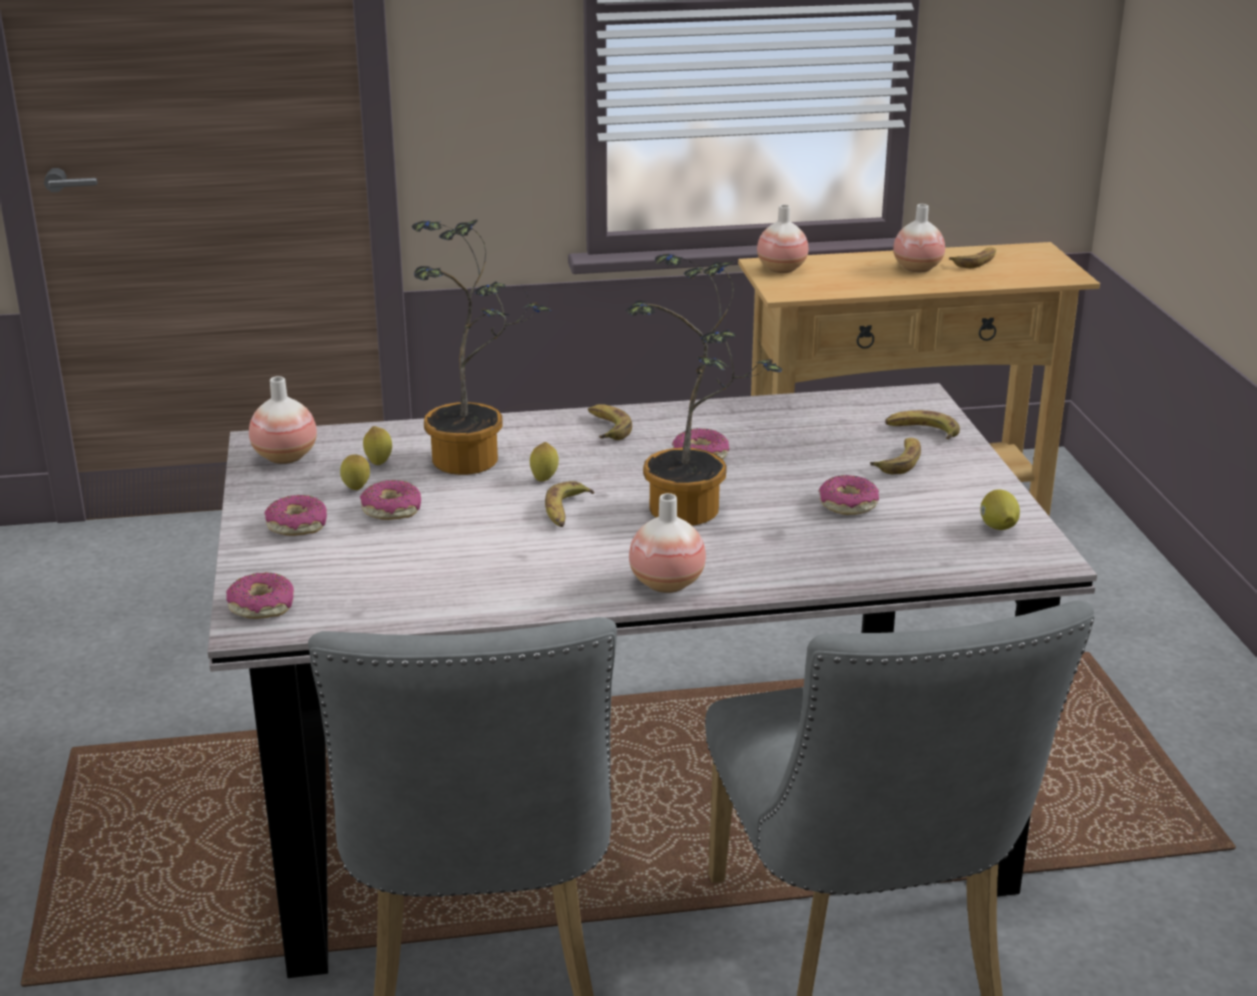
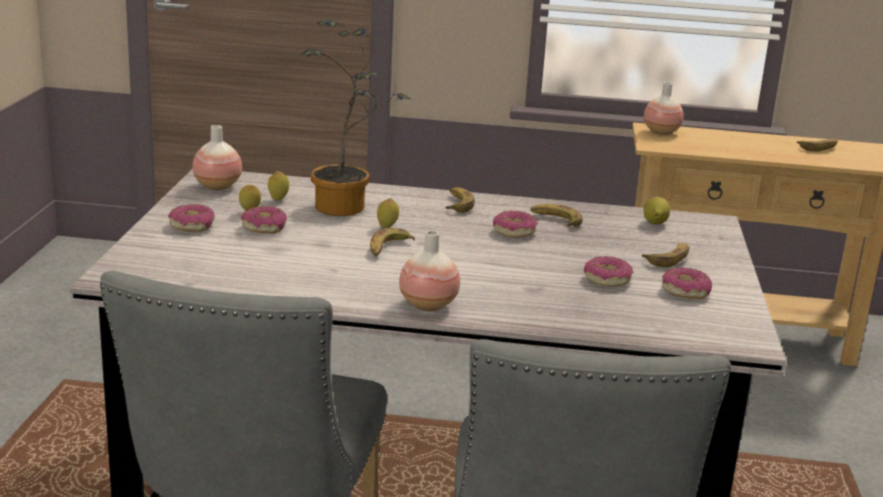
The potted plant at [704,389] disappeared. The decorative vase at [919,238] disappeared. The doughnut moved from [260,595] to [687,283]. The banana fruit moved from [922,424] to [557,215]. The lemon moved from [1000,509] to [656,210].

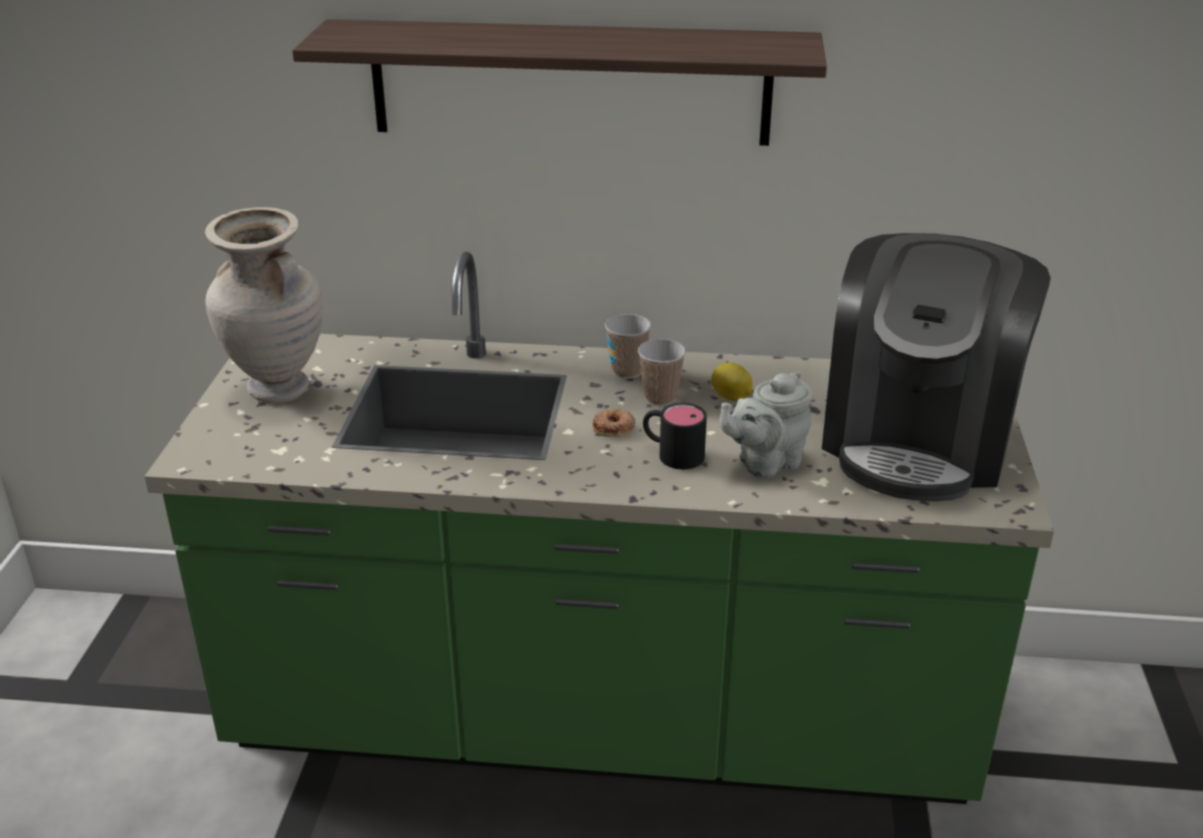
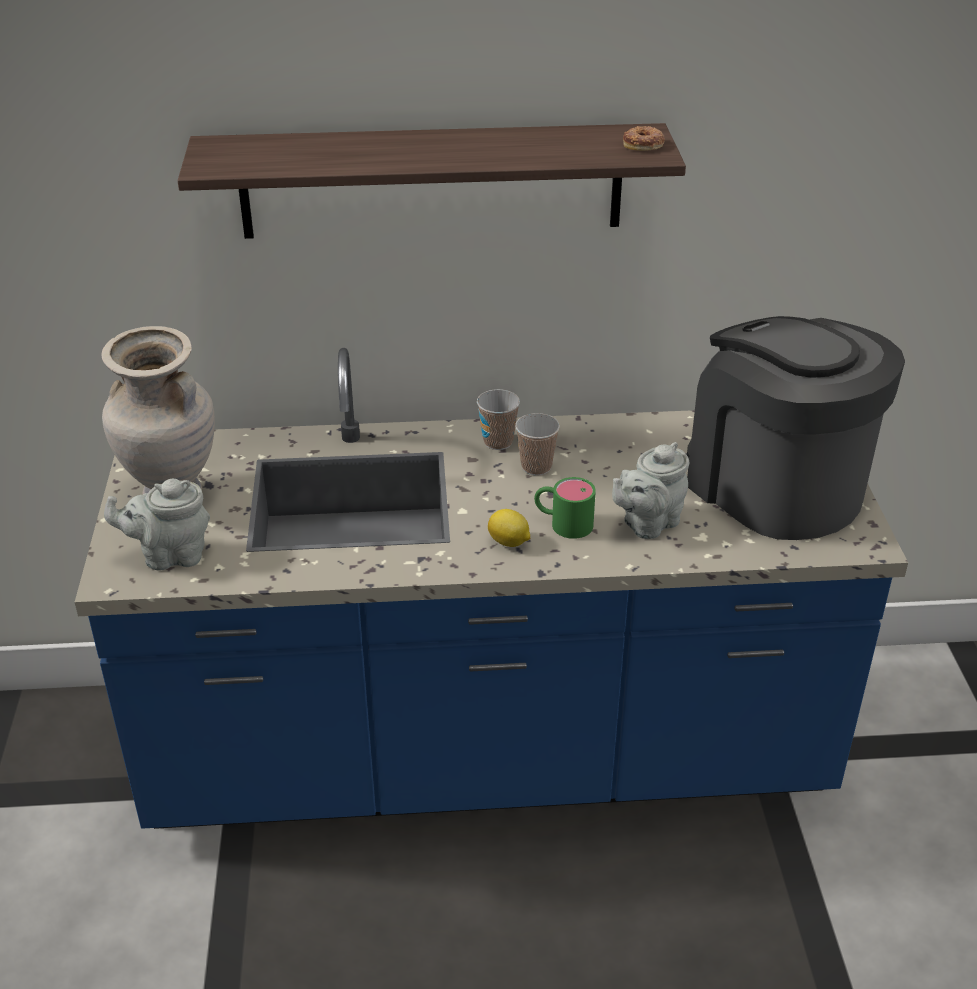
The grey tea pot at [157,525] appeared. The doughnut moved from [614,422] to [644,138]. The lemon moved from [732,381] to [509,528]. The green-coloured kitchen base unit at [599,528] became the blue-coloured kitchen base unit at [491,588]. The black-coloured tea mug at [675,436] became the green-coloured tea mug at [565,508]. The coffee maker at [936,367] turned 135 degrees clockwise.

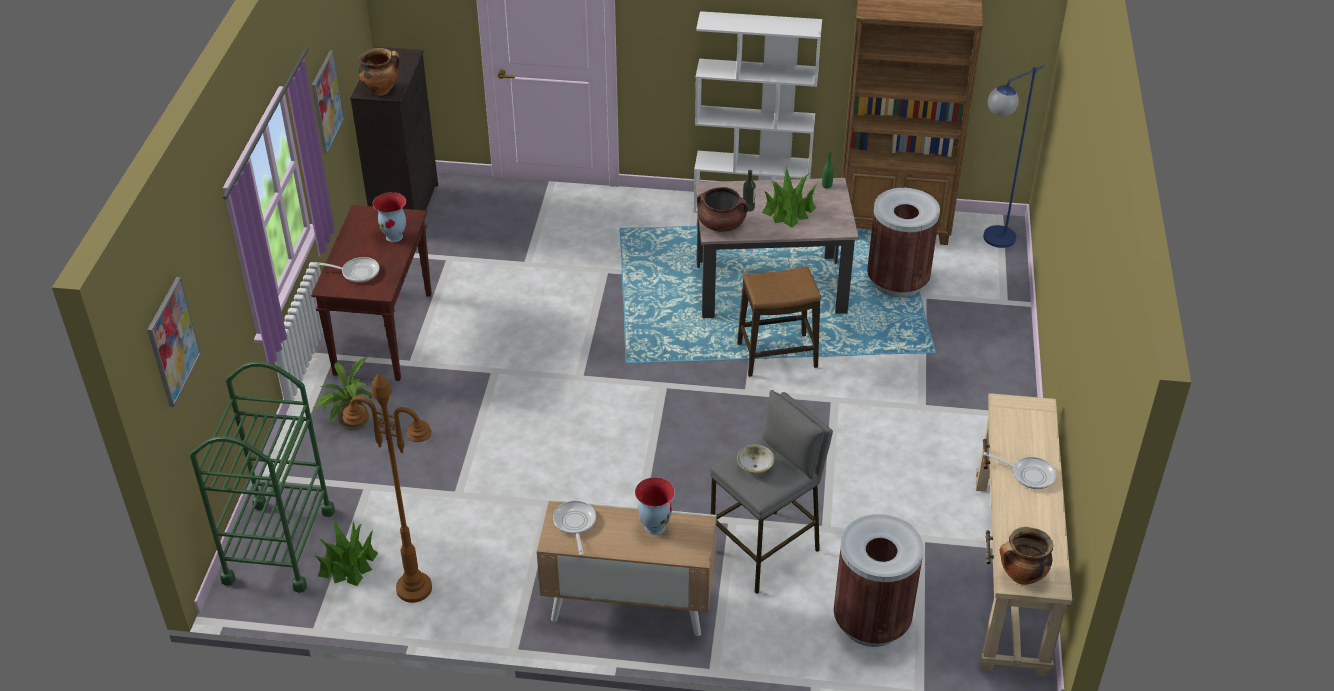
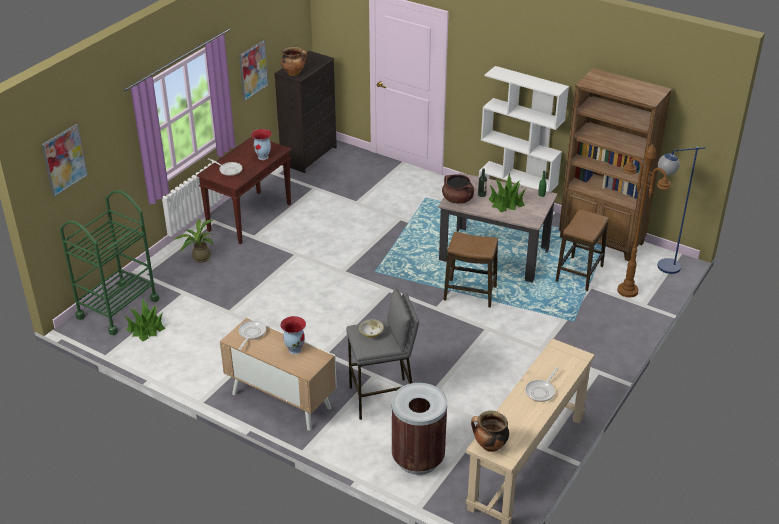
The brown standard lamp moved from [387,488] to [644,220]. The brown trash can at [903,242] was replaced by the stool at [582,250]. The pan at [1019,470] turned 75 degrees clockwise.

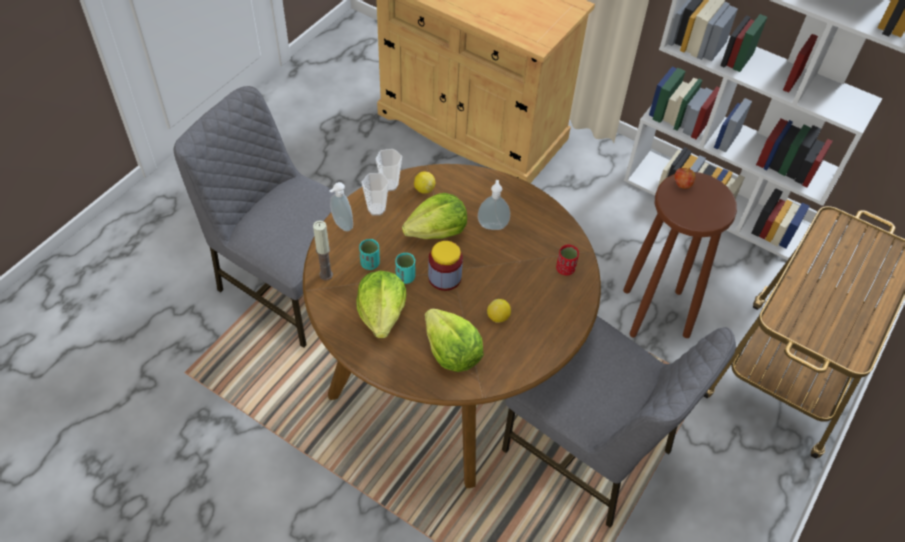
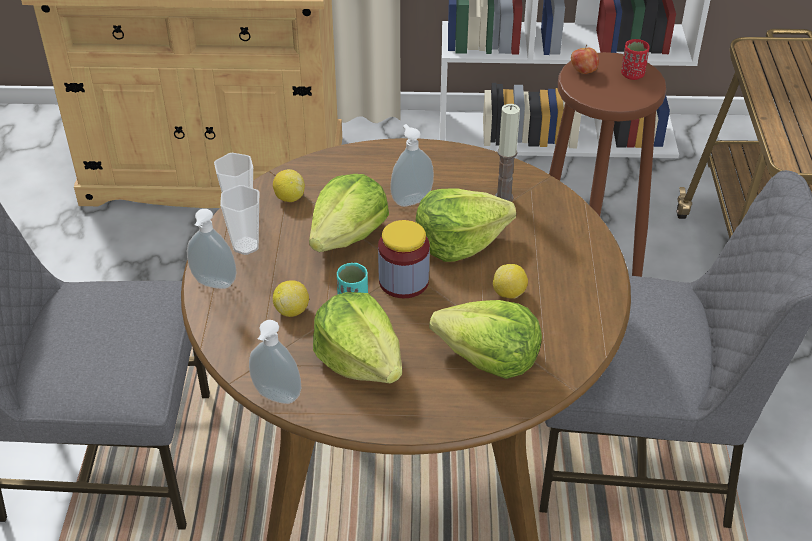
The liquid soap bottle at [275,362] appeared. The lettuce at [466,225] appeared. The candle moved from [323,250] to [507,153]. The red cup moved from [567,260] to [635,59]. The turquoise-coloured cup at [369,254] was replaced by the lemon at [291,298].

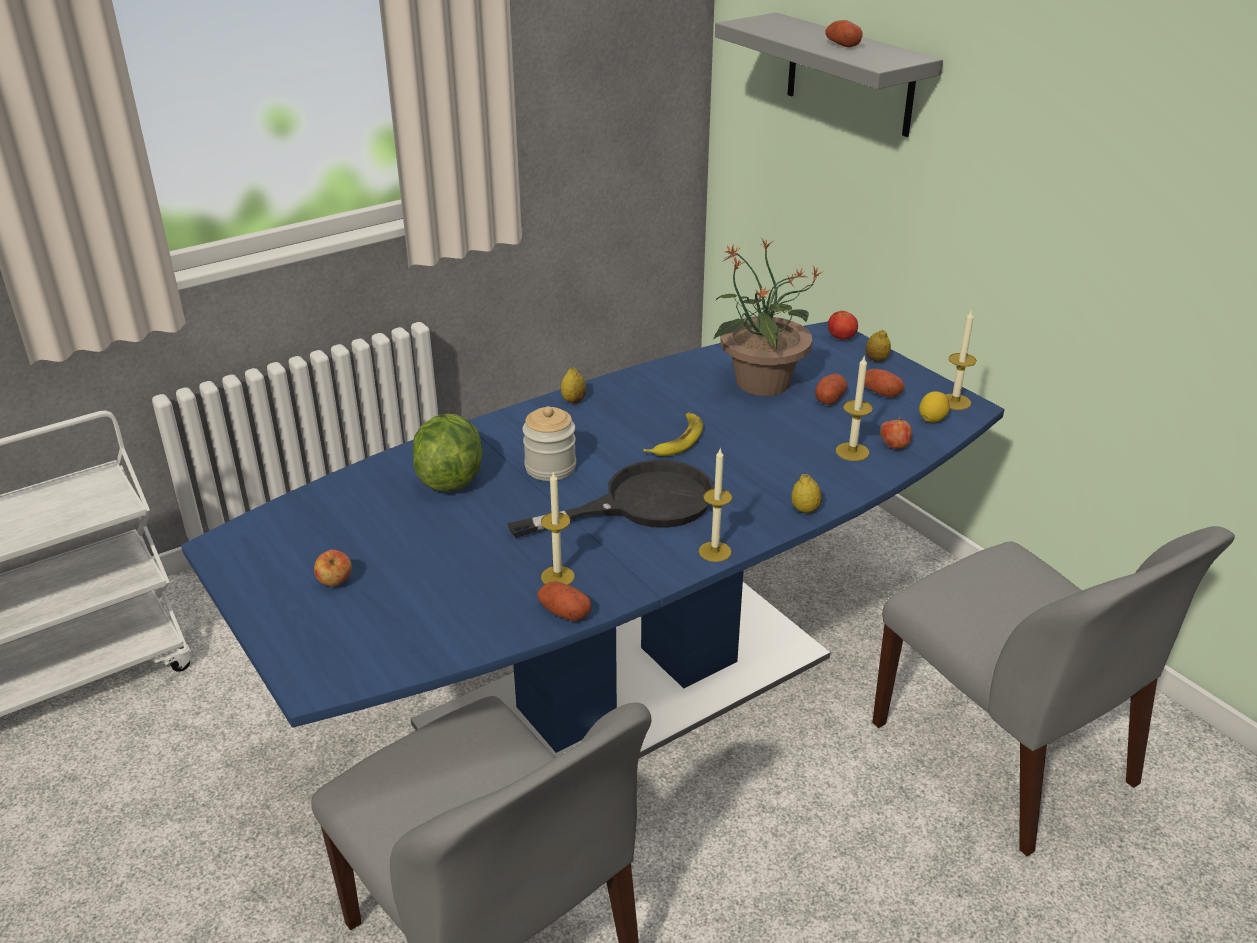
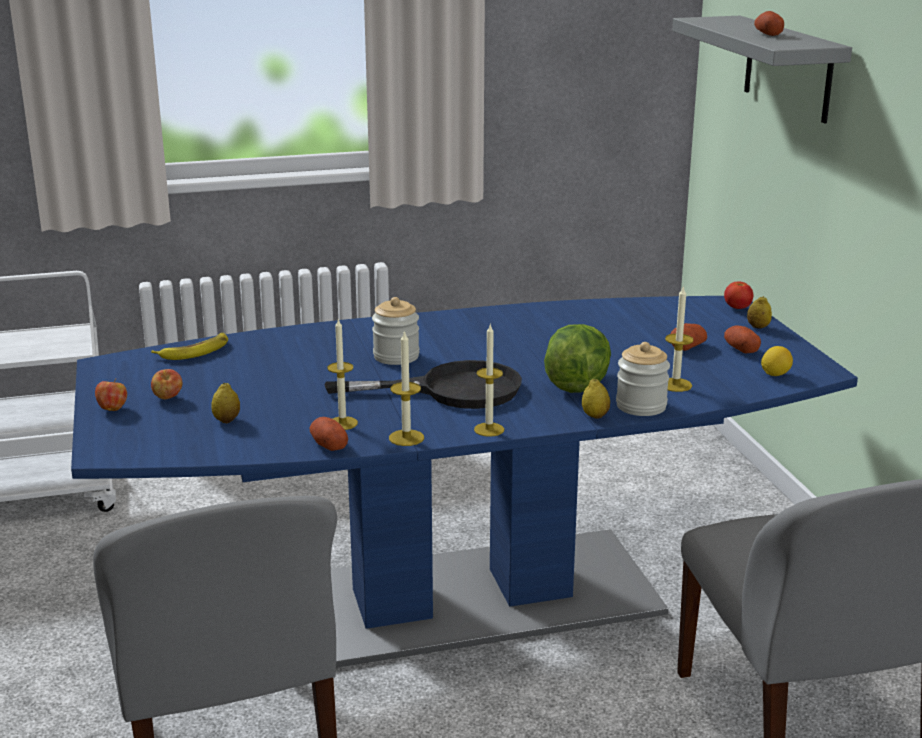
The potted plant at [768,316] disappeared. The storage jar at [643,379] appeared. The lettuce moved from [448,453] to [577,358]. The lemon moved from [573,386] to [225,403]. The banana fruit moved from [673,434] to [189,346]. The whole apple moved from [896,432] to [111,394]. The candle moved from [961,359] to [406,388].

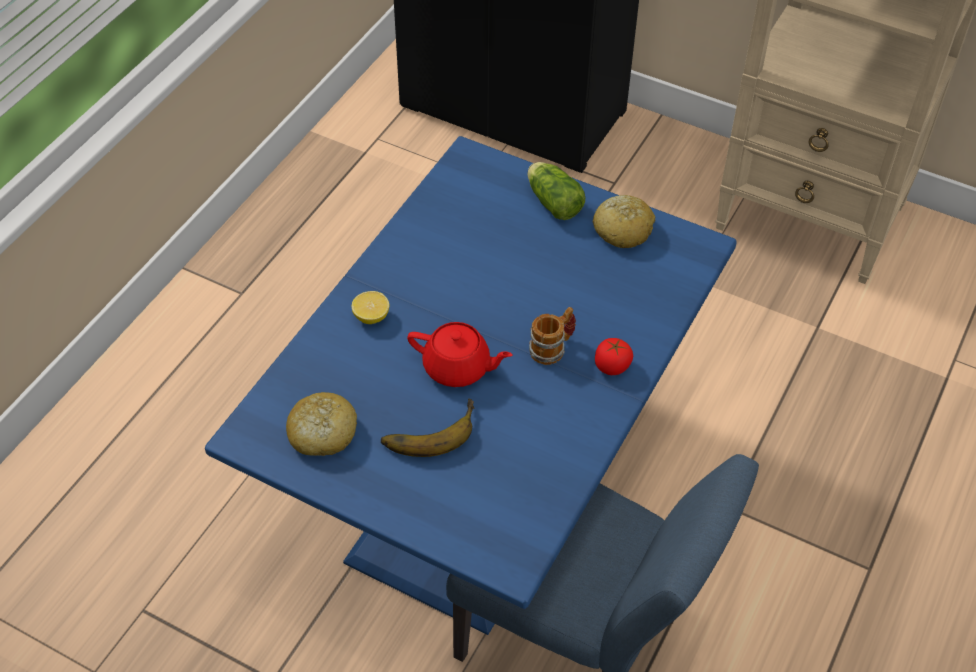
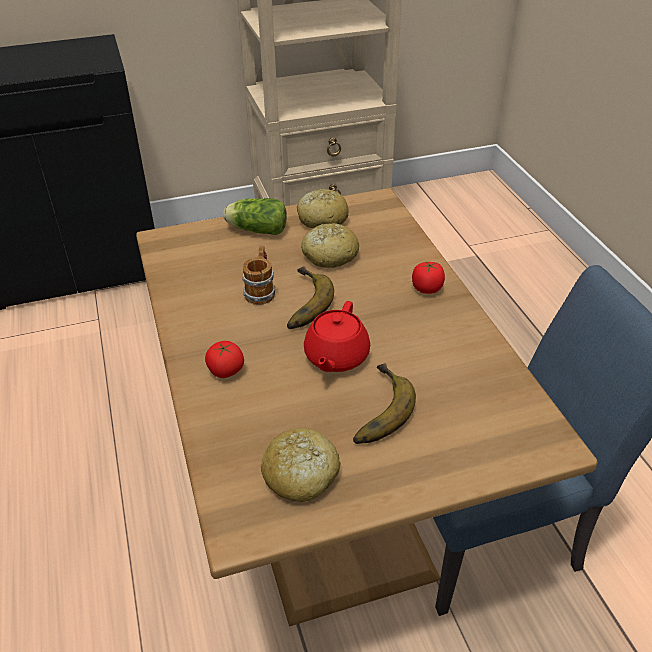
The banana fruit at [310,297] appeared. The baked bread at [330,245] appeared. The tea mug moved from [552,336] to [258,275]. The lemon at [370,307] was replaced by the whole tomato at [224,359]. The blue-coloured dining table at [471,385] became the brown dining table at [367,407]. The red tea pot at [459,354] turned 135 degrees clockwise.

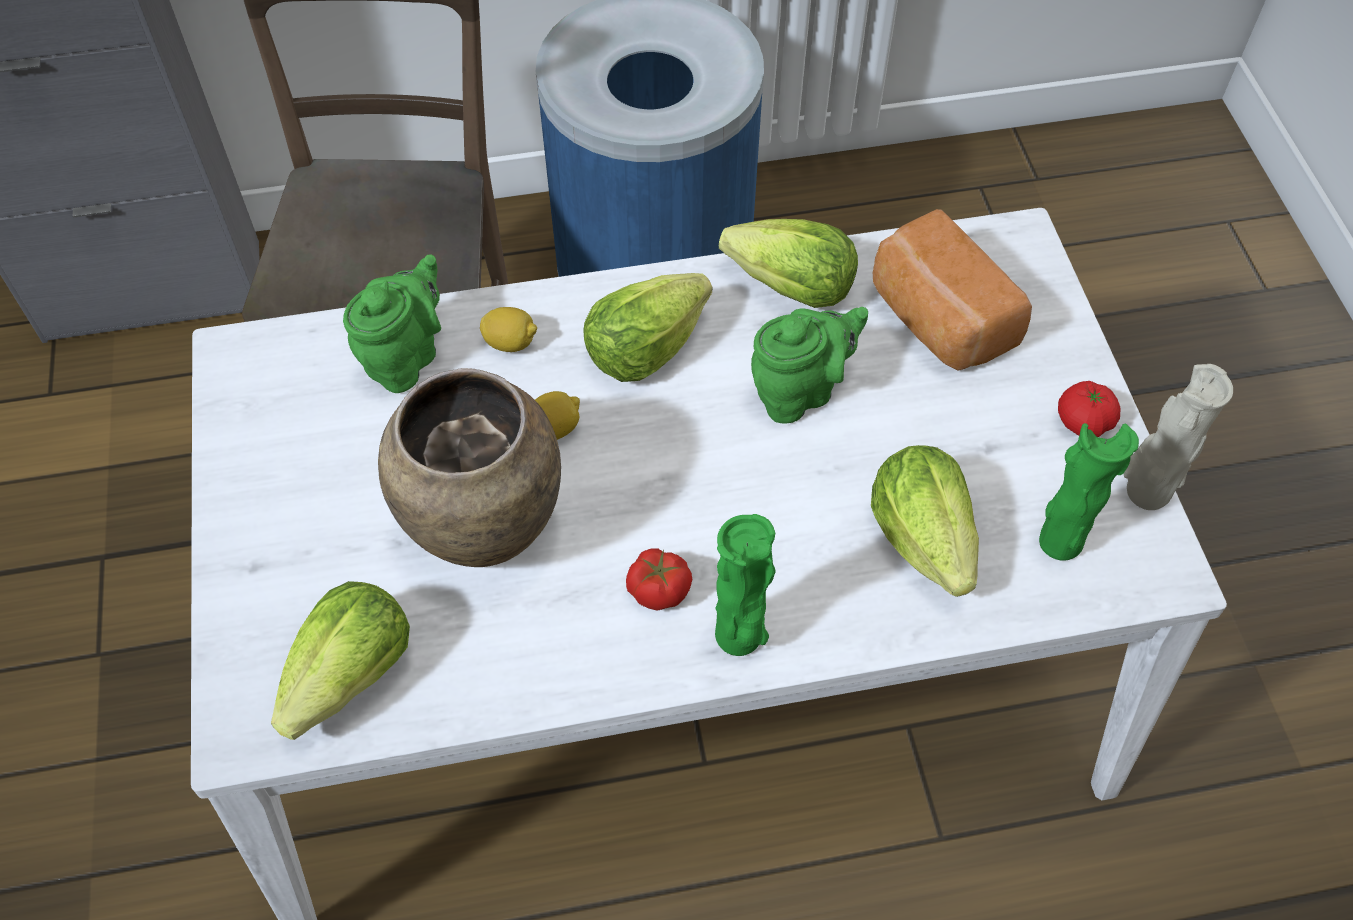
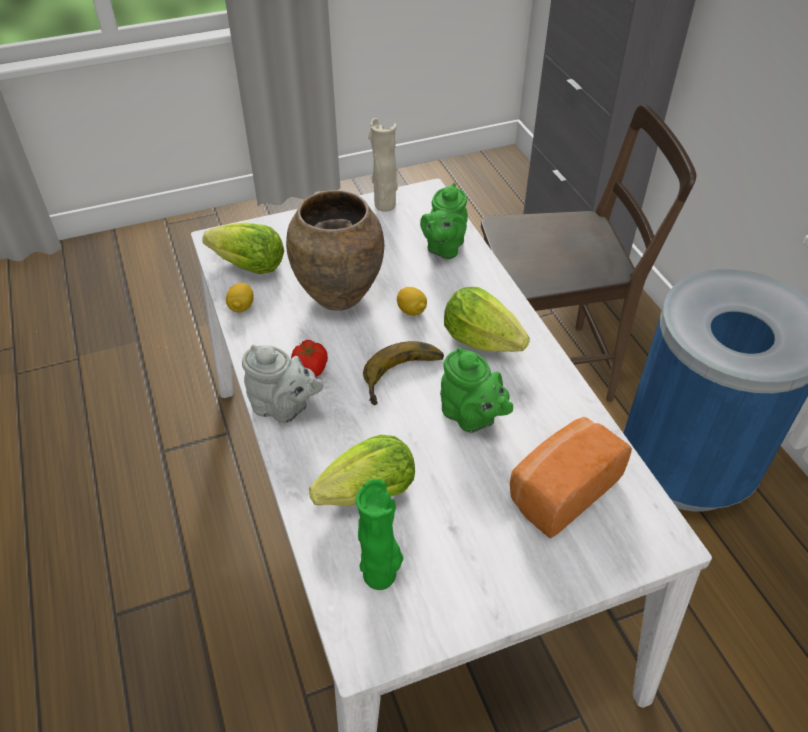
The lettuce at [788,263] disappeared. The whole tomato at [1089,409] disappeared. The banana fruit at [403,373] appeared. The lemon moved from [508,329] to [240,297]. The beige decorative vase moved from [1178,437] to [383,165]. The green-coloured decorative vase at [745,585] was replaced by the grey tea pot at [282,384]. The green-coloured tea pot at [392,324] turned 90 degrees clockwise.

